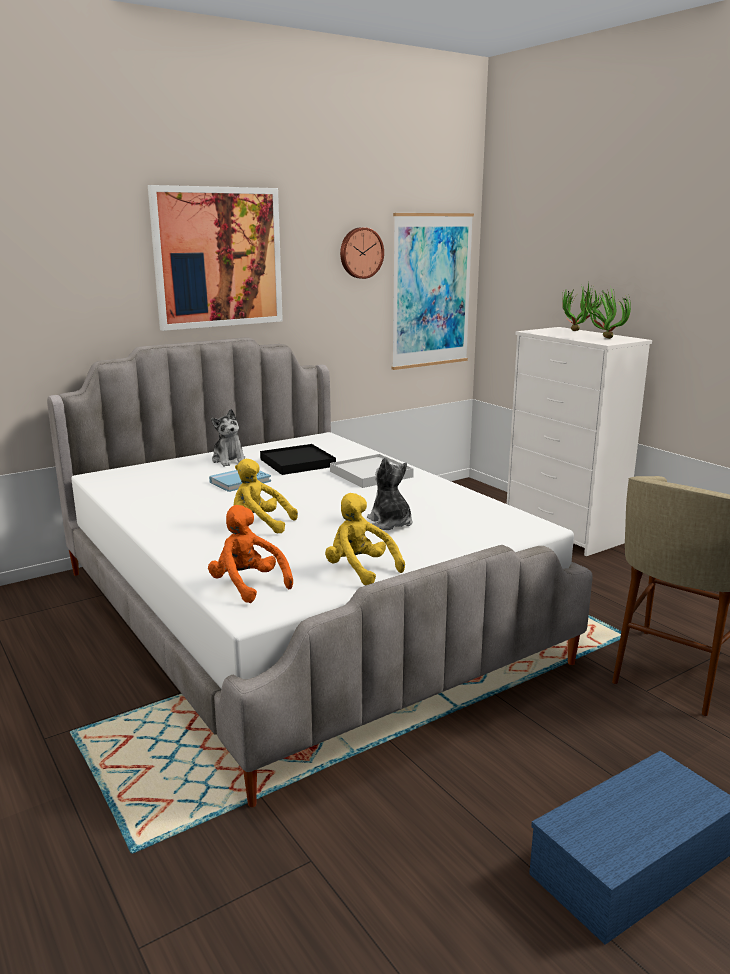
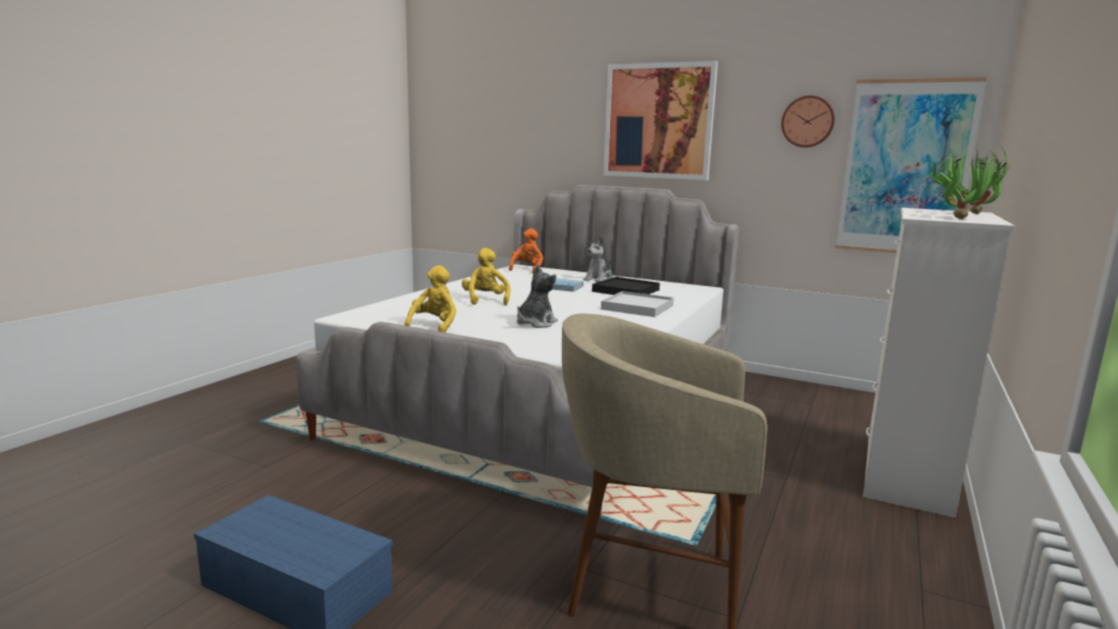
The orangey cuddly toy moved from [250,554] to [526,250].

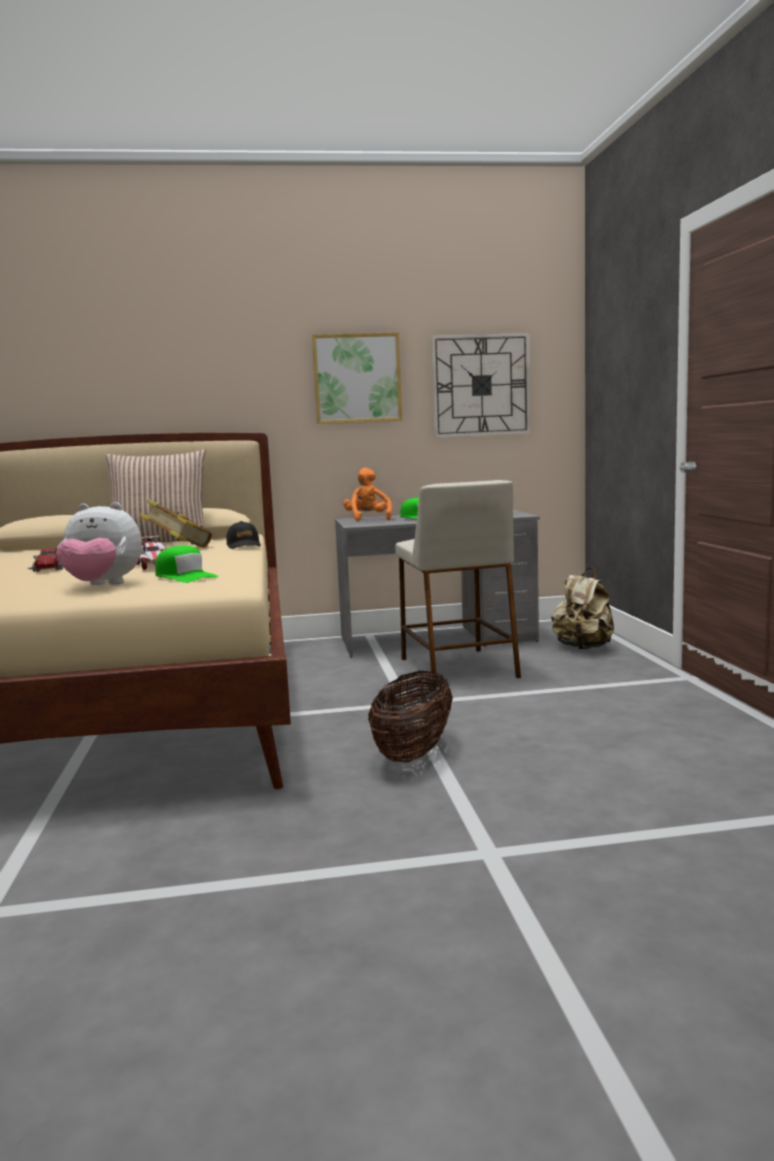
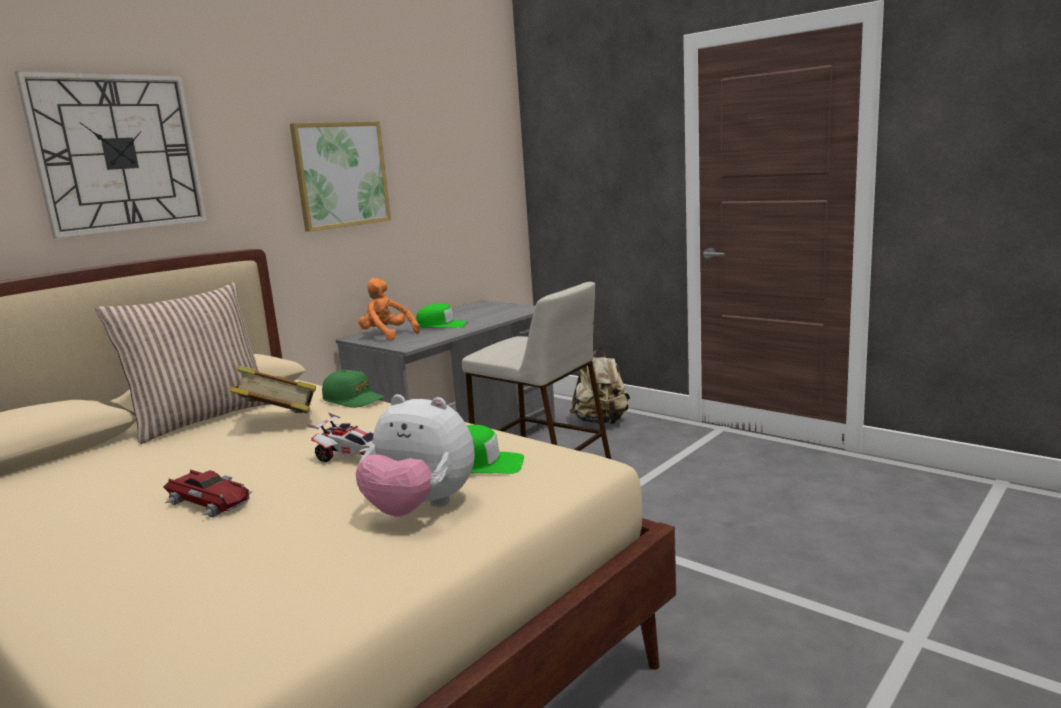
The storage basket at [410,716] disappeared. The clock on the wall moved from [481,385] to [111,154]. The black-coloured cap at [243,535] became the green-coloured cap at [353,389]. The cuddly toy at [99,543] turned 60 degrees clockwise.

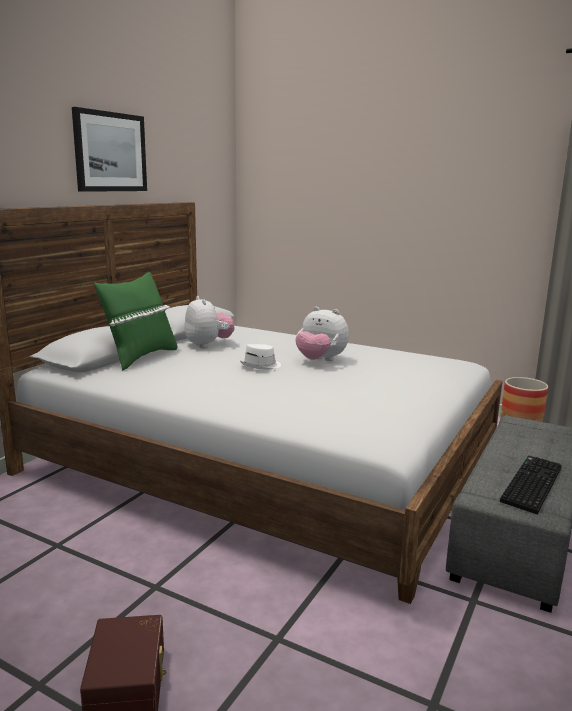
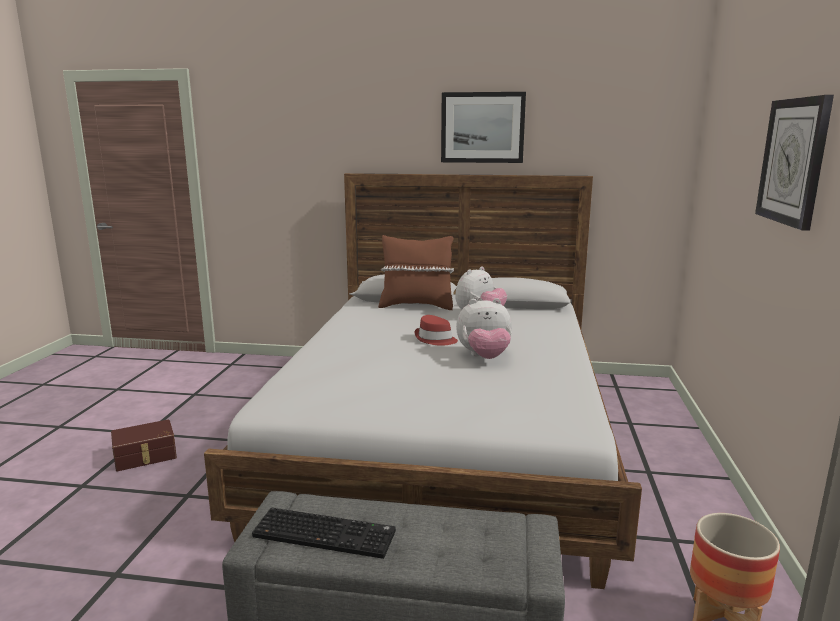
The clock on the wall at [794,163] appeared. The green-coloured pillow at [135,321] became the brown pillow at [416,272]. The white wearable hat at [260,357] became the red wearable hat at [436,330]. The cuddly toy at [322,334] turned 105 degrees counterclockwise.

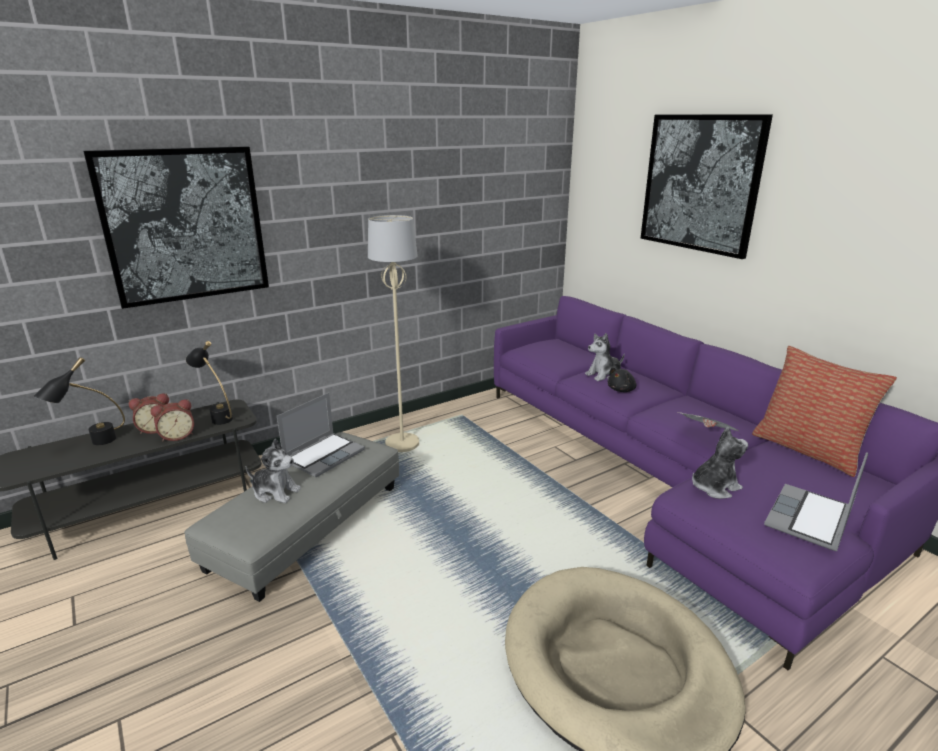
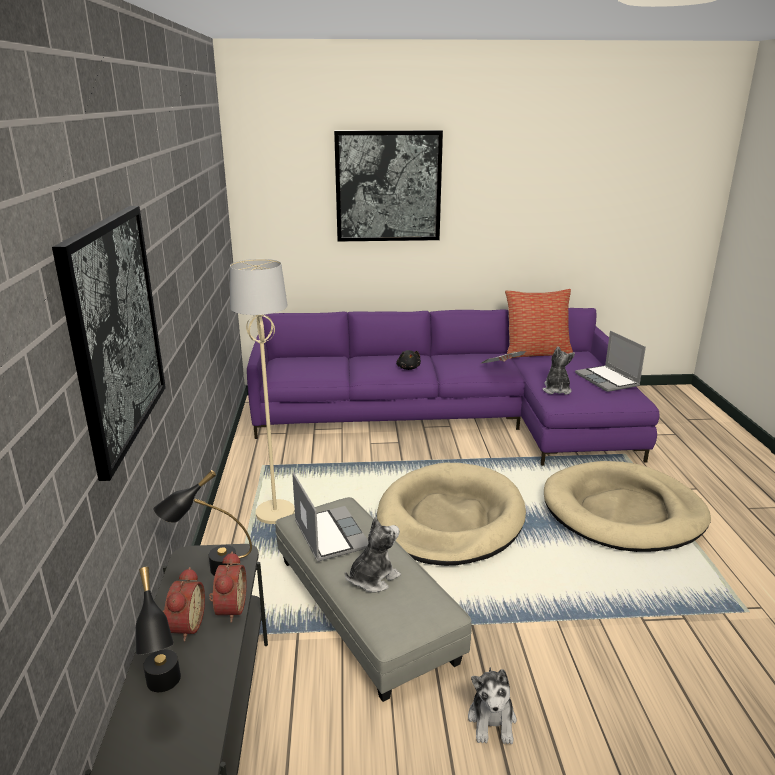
The beige pet bed at [451,514] appeared. The cuddly toy moved from [605,357] to [492,705].

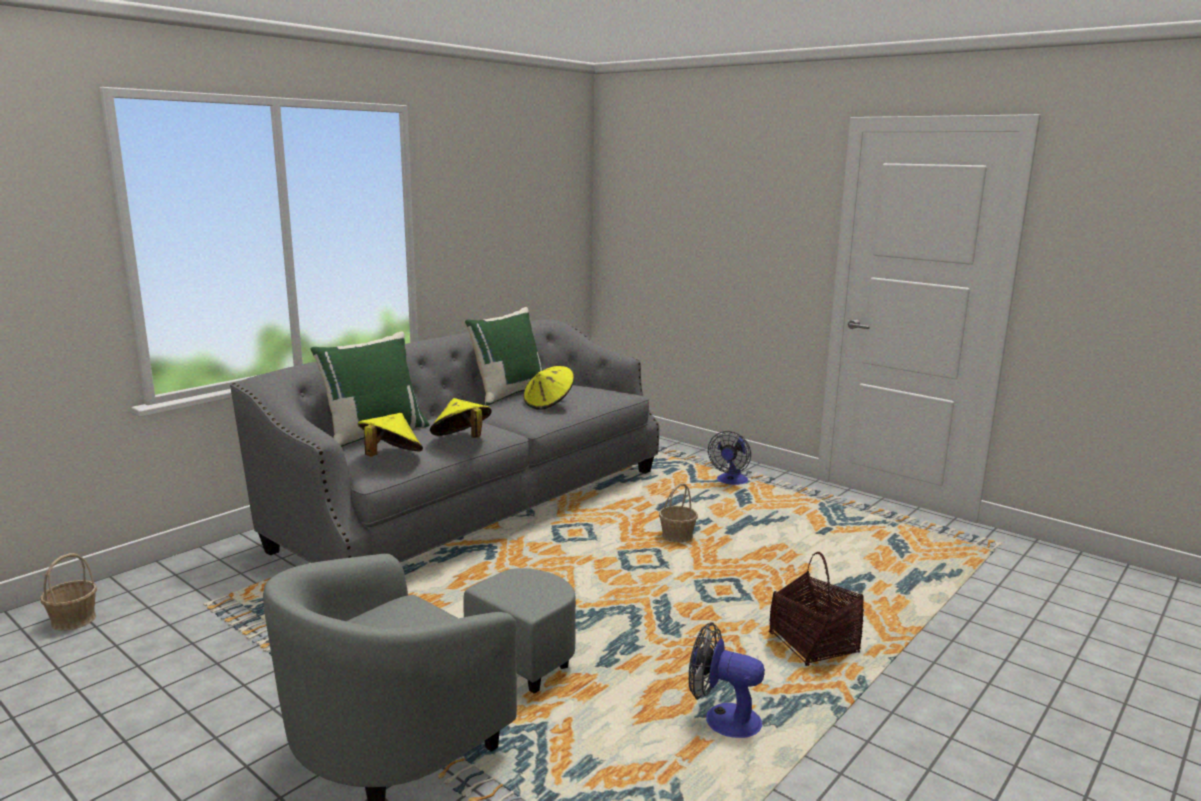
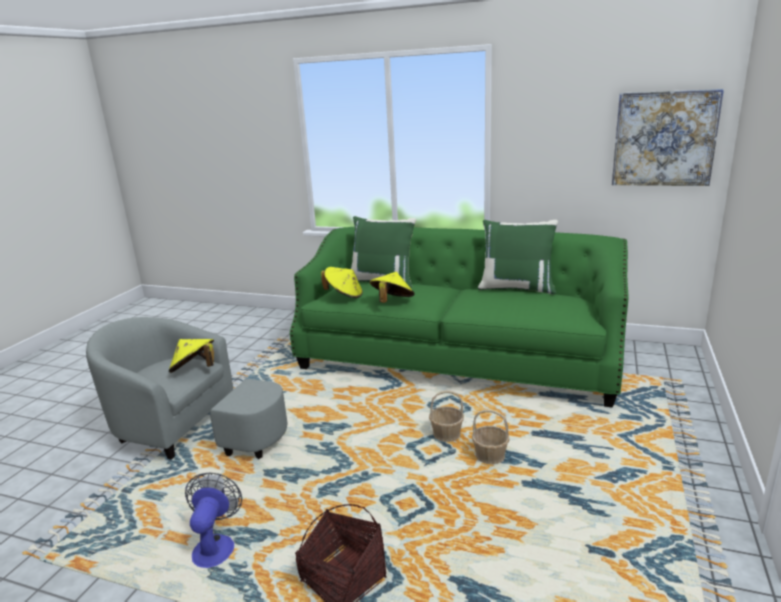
The electric fan at [729,458] disappeared. The wall picture at [668,137] appeared. The storage basket moved from [68,592] to [446,416]. The yellow wearable hat moved from [549,388] to [191,356]. The grey settee at [444,441] became the green-coloured settee at [459,317].

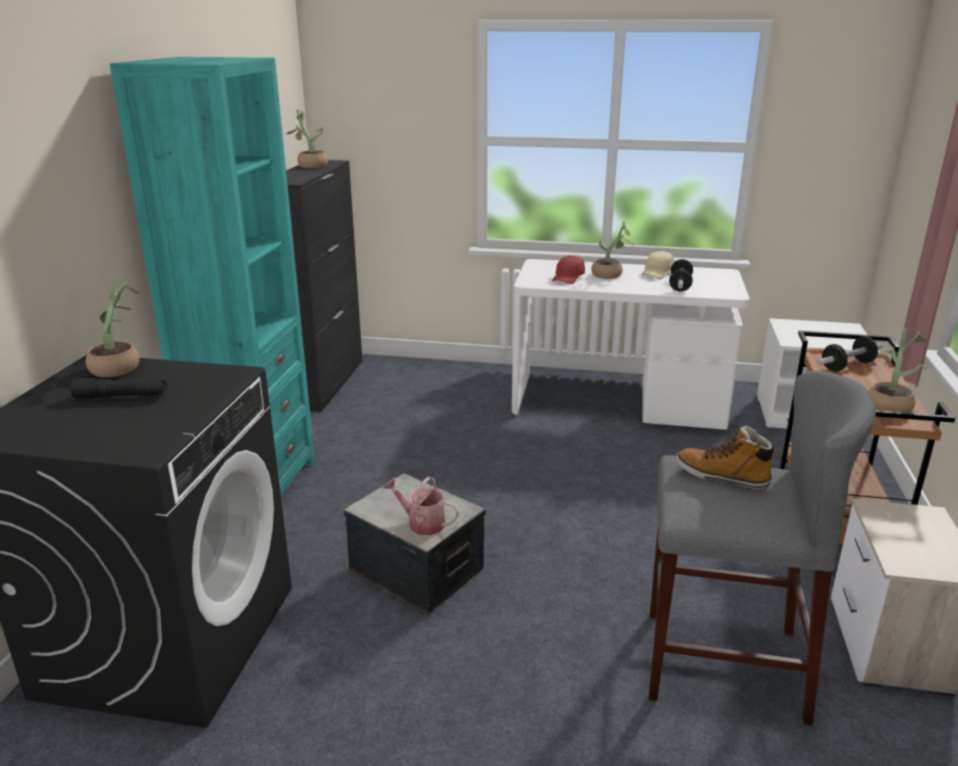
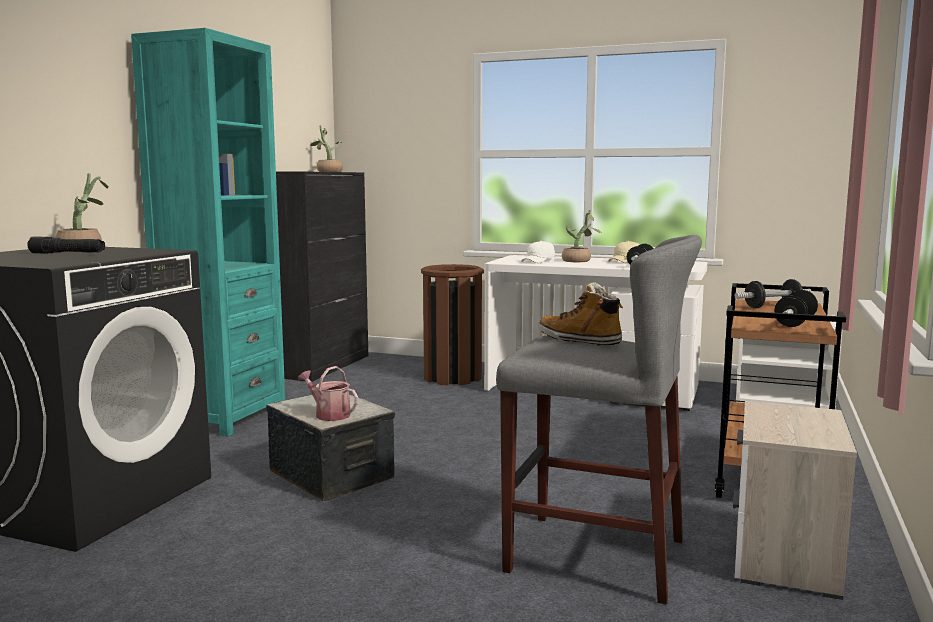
The brown trash can at [452,324] appeared. The potted plant at [898,370] was replaced by the hand weight at [796,308]. The red cap at [568,269] became the white cap at [538,252].

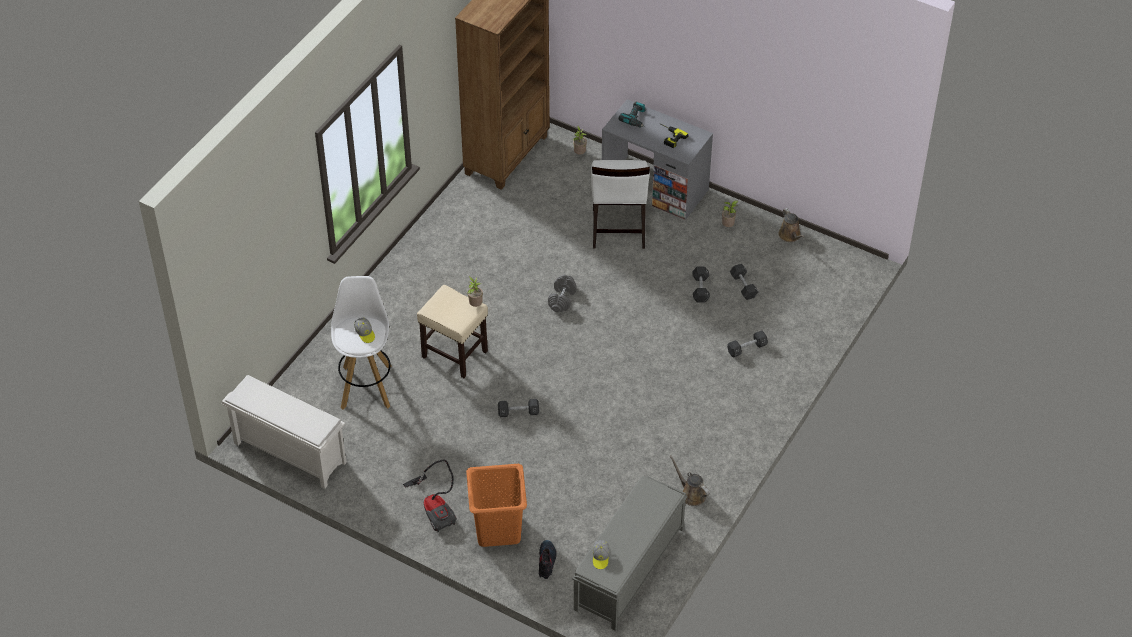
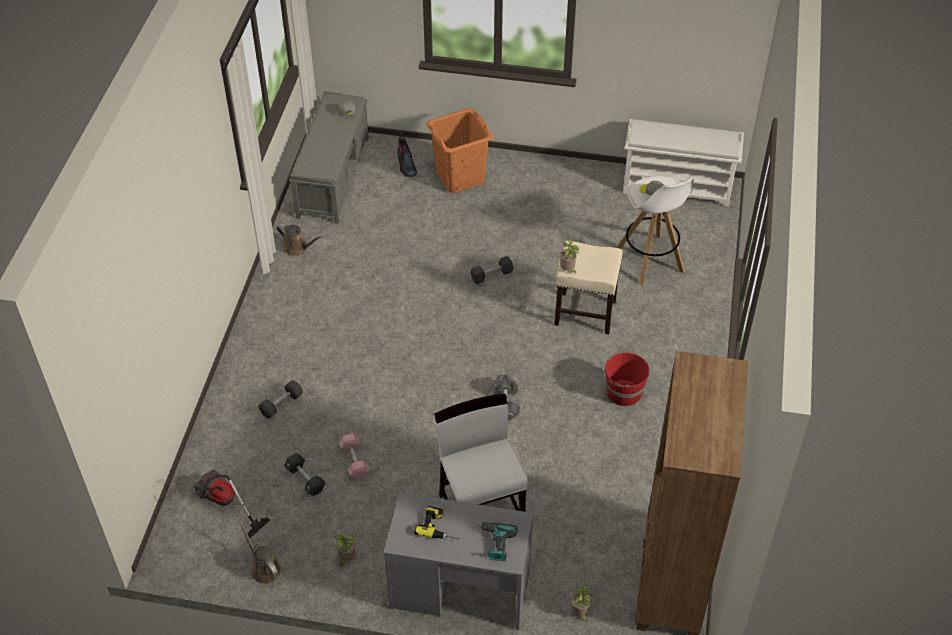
The red pail at [626,378] appeared. The hoover moved from [430,495] to [231,504]. The black-coloured hand weight at [701,285] became the pink hand weight at [354,456].

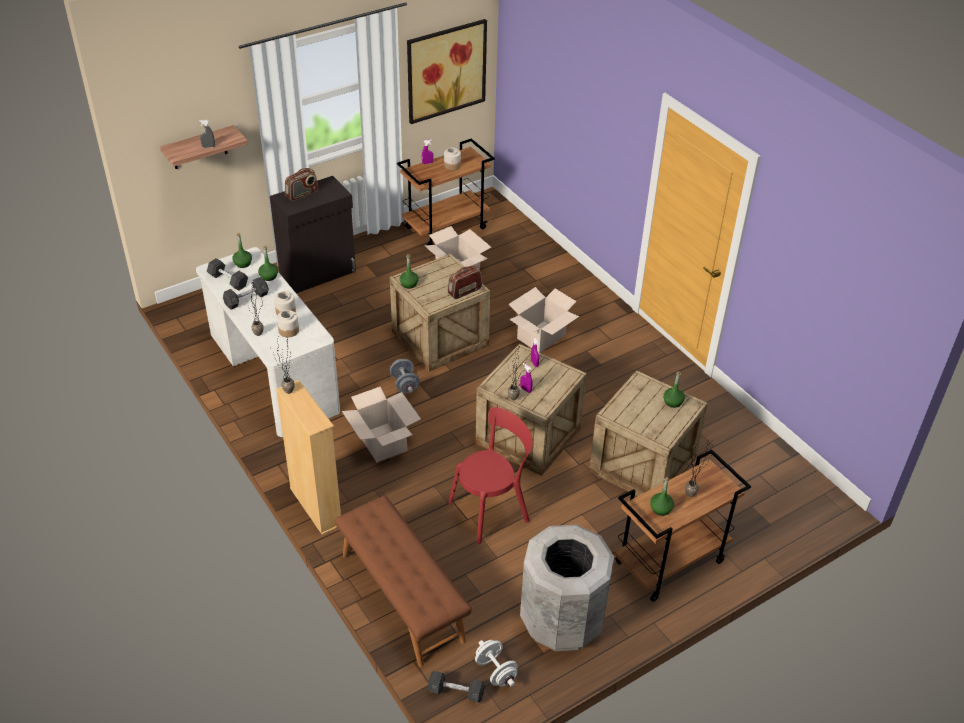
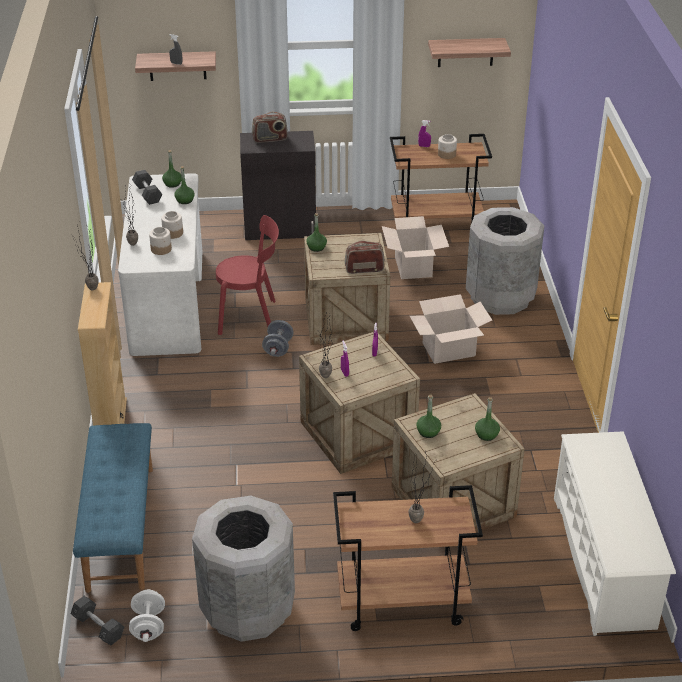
The grey hand weight at [246,293] disappeared. The cardboard box at [381,424] disappeared. The grey trash can at [505,261] appeared. The white shoe shelf at [615,533] appeared. The red chair moved from [490,475] to [247,275]. The green-coloured drink bottle moved from [662,496] to [428,416]. The wall picture at [447,71] was replaced by the shelf at [469,52]. The brown indoor bench at [403,581] became the blue-coloured indoor bench at [113,508].

